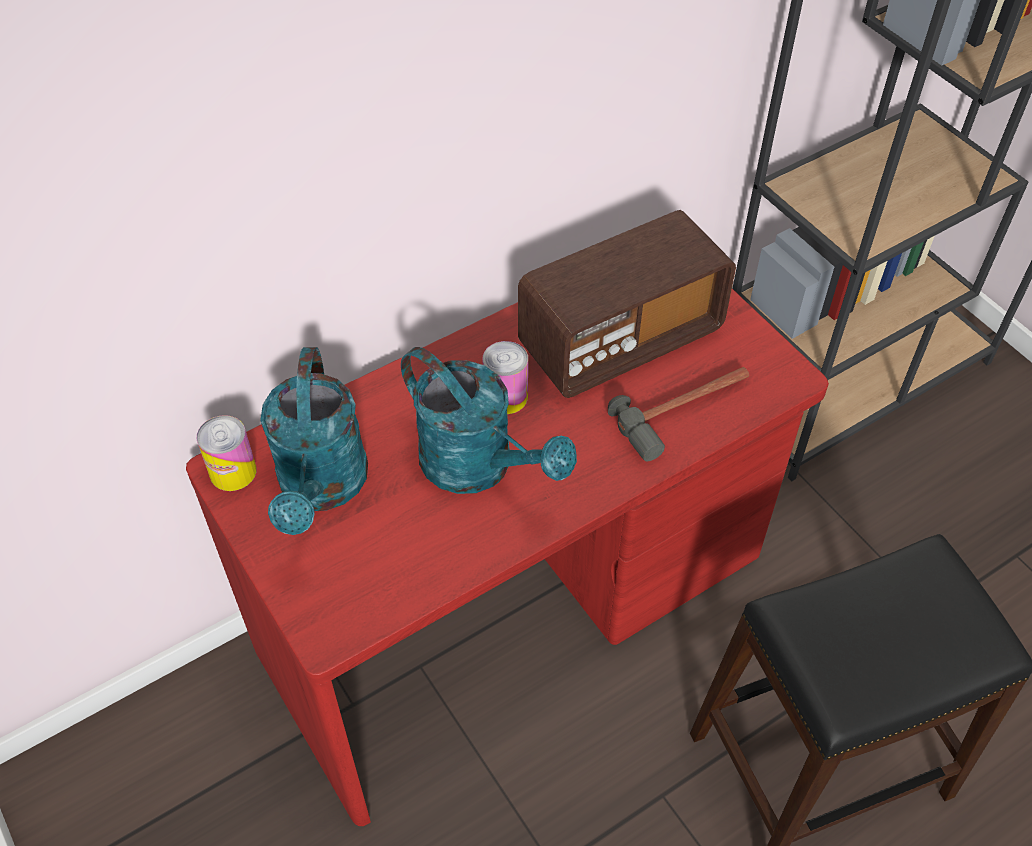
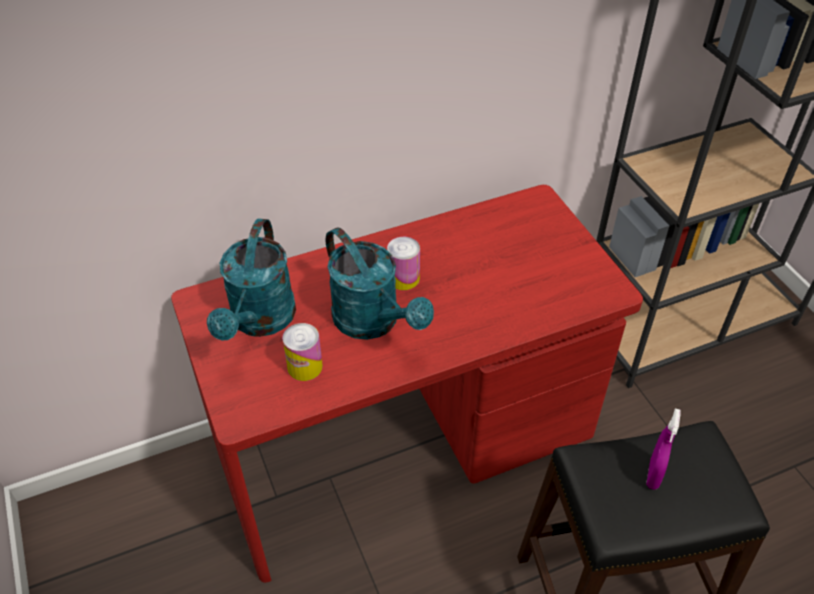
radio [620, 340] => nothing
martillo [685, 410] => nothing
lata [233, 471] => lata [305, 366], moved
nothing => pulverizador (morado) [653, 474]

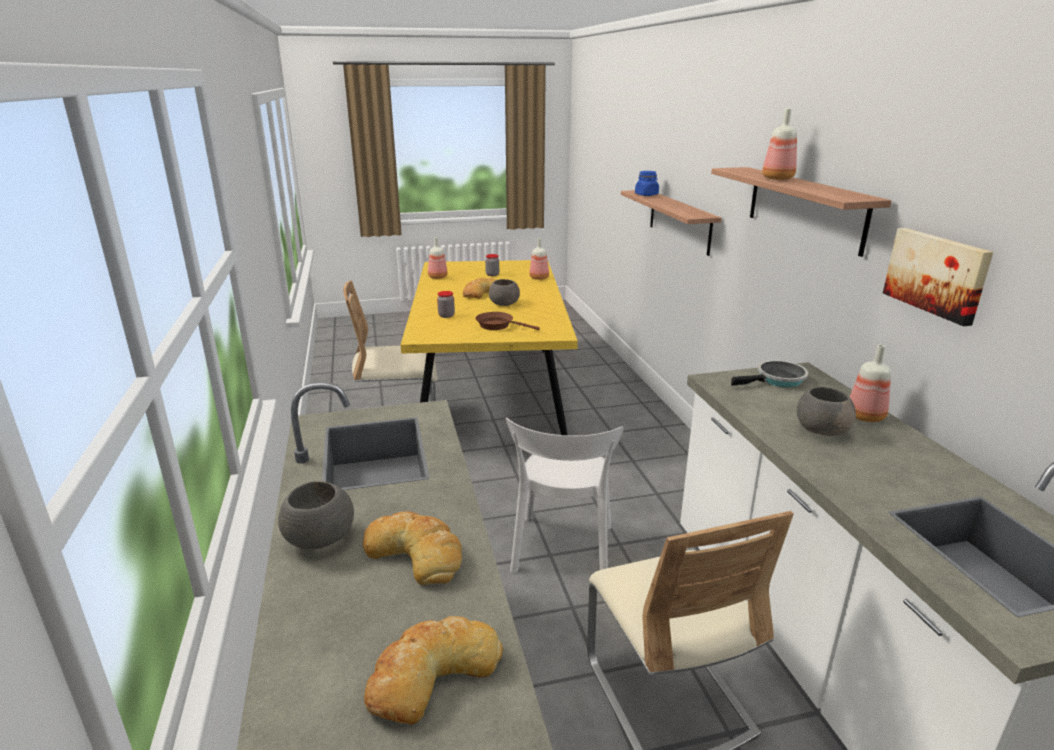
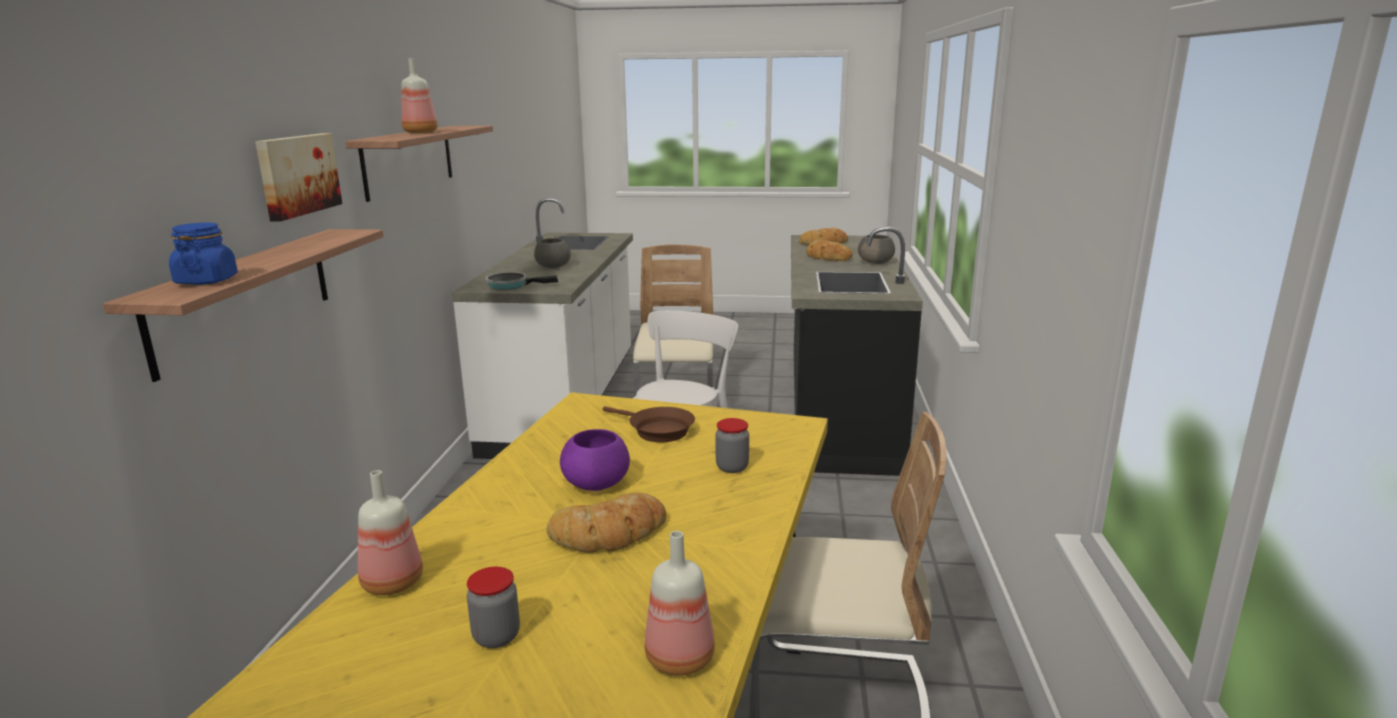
cuadro [937, 274] => cuadro [297, 175], moved
cuenco (gris) [503, 304] => cuenco (morado) [597, 483]
botella [866, 417] => nothing

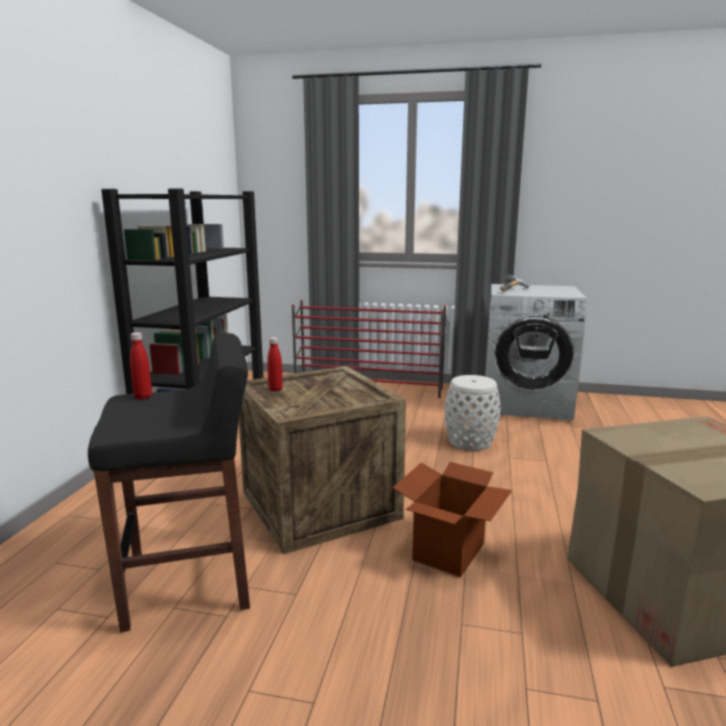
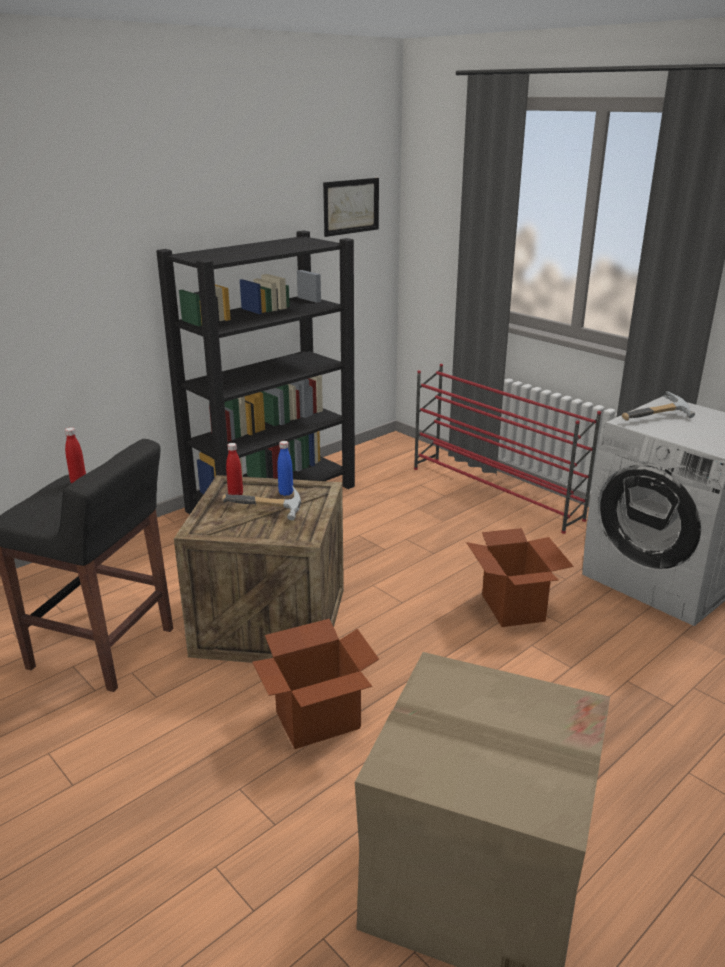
taburete (blanco) [470, 442] => caja de cartón [513, 608]
nothing => cuadro [351, 206]
nothing => botella (azul) [286, 493]
nothing => martillo [264, 511]

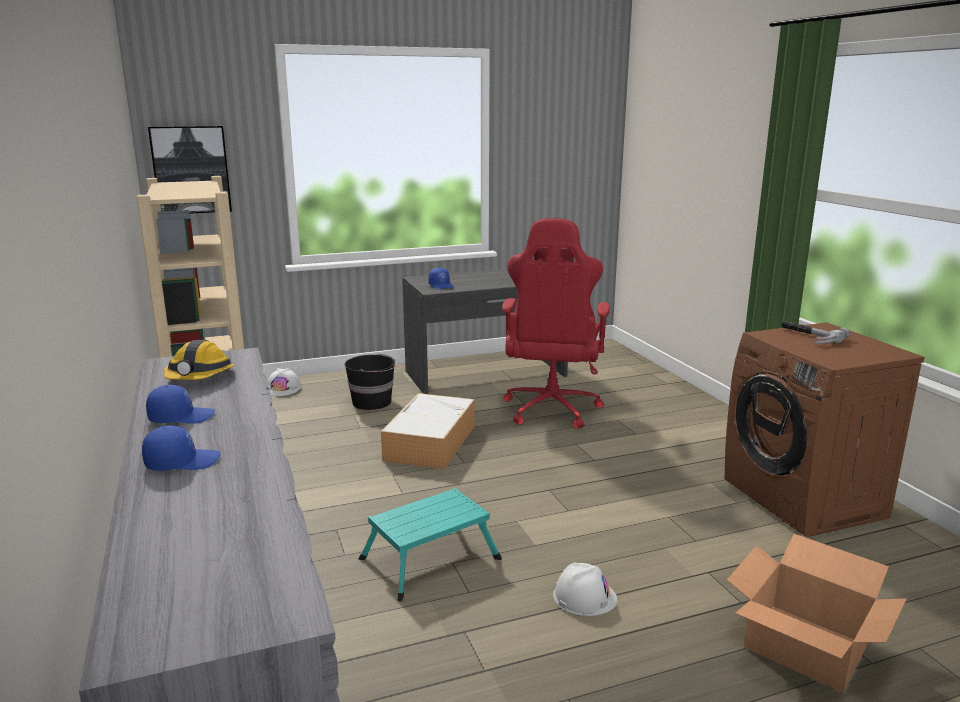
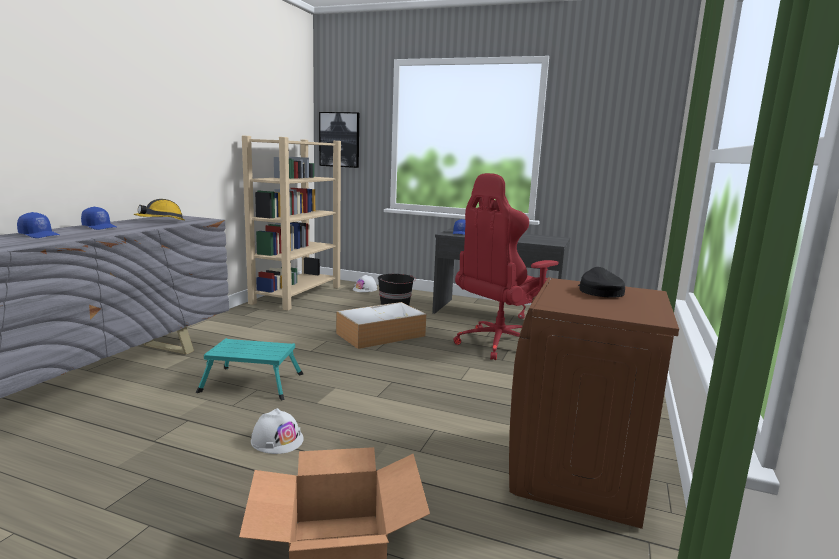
martillo [808, 337] => gorra (negro) [599, 291]

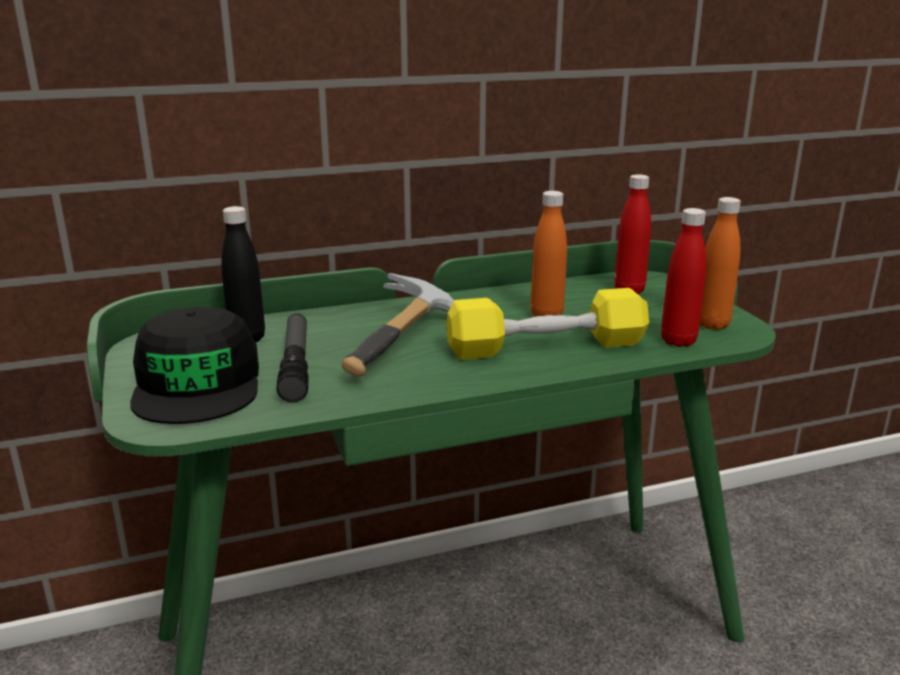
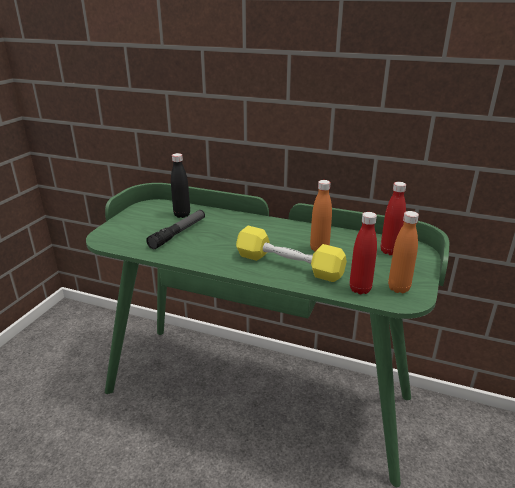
martillo [408, 344] => nothing
gorra (negro) [198, 385] => nothing

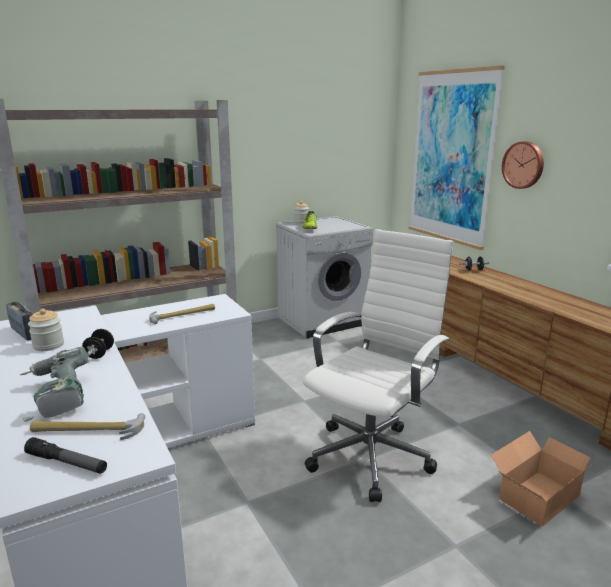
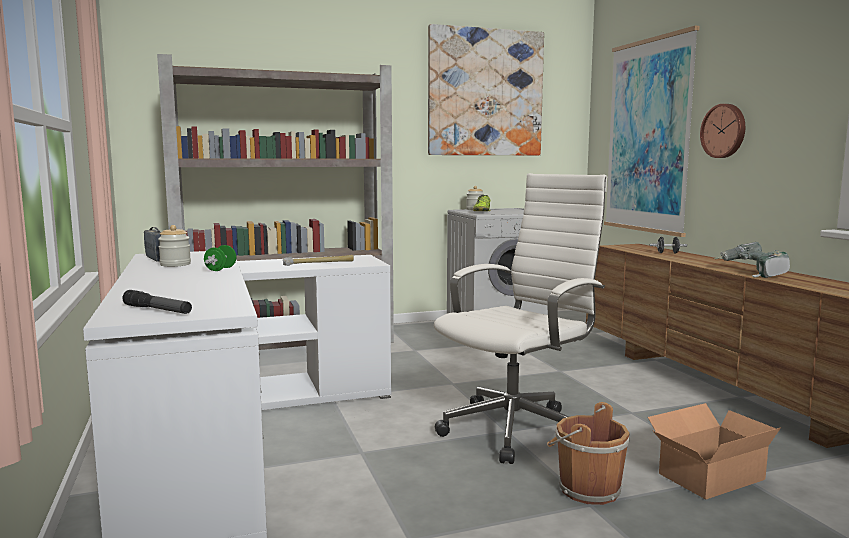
mancuerna (negro) [99, 354] => mancuerna (verde) [220, 269]
taladro [56, 397] => taladro [751, 273], moved
martillo [88, 430] => nothing
nothing => cuadro [485, 93]
nothing => cubo (marrón) [586, 489]

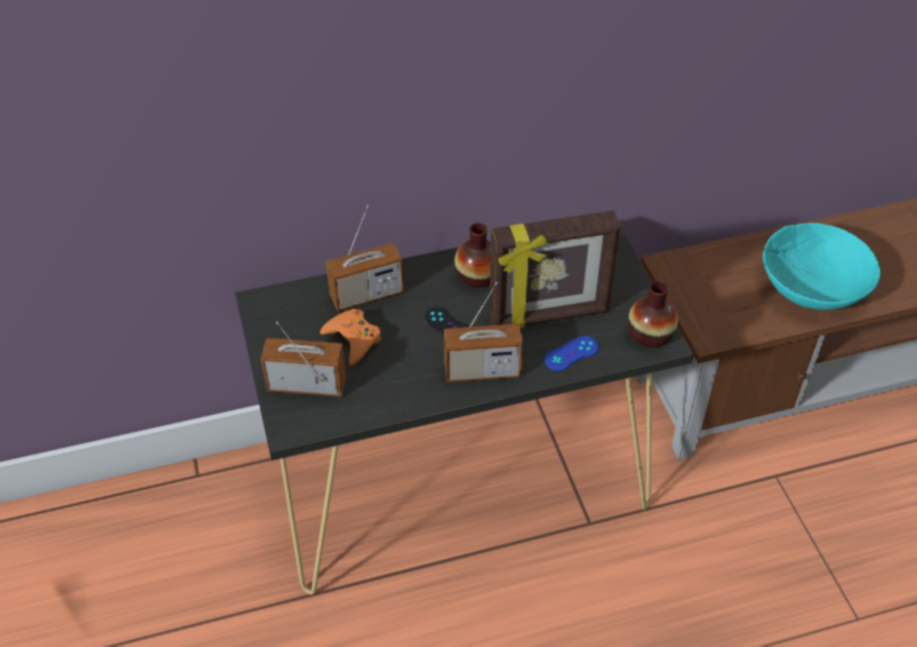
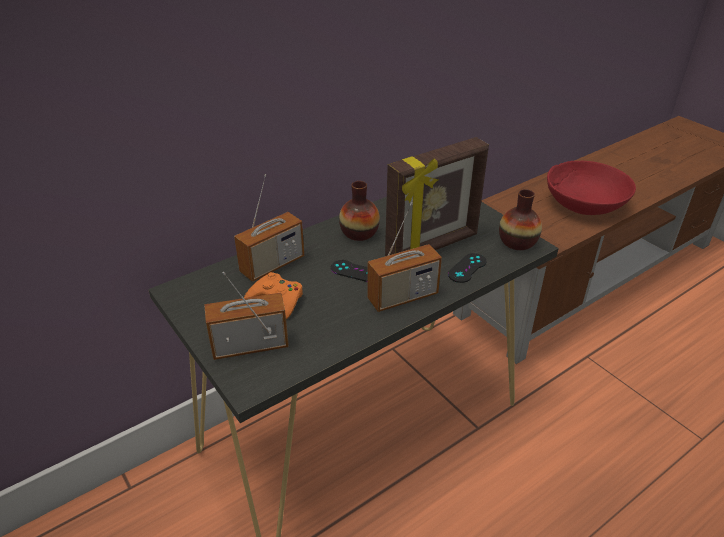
cuenco (turquesa) [812, 286] => cuenco (rojo) [584, 204]
mando de consola (azul) [571, 354] => mando de consola (negro) [467, 268]

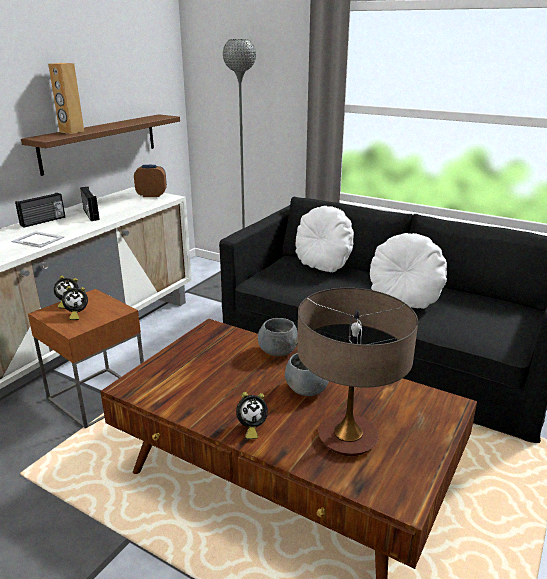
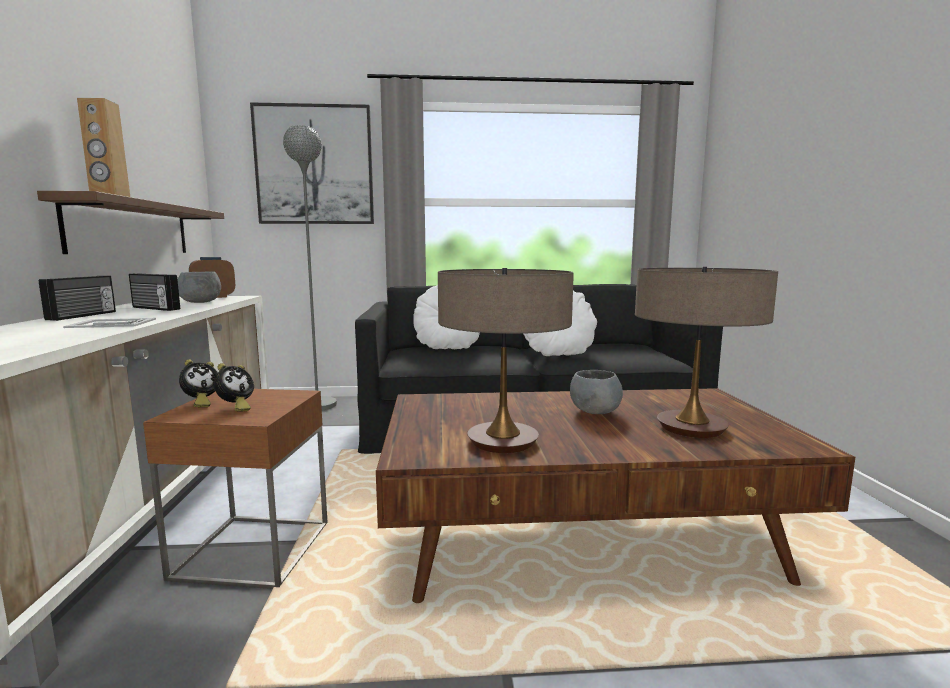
cuenco (gris) [278, 352] => cuenco (gris) [201, 302], moved
despertador [251, 428] => nothing
nothing => cuadro [314, 165]
nothing => lámpara de mesa [503, 441]

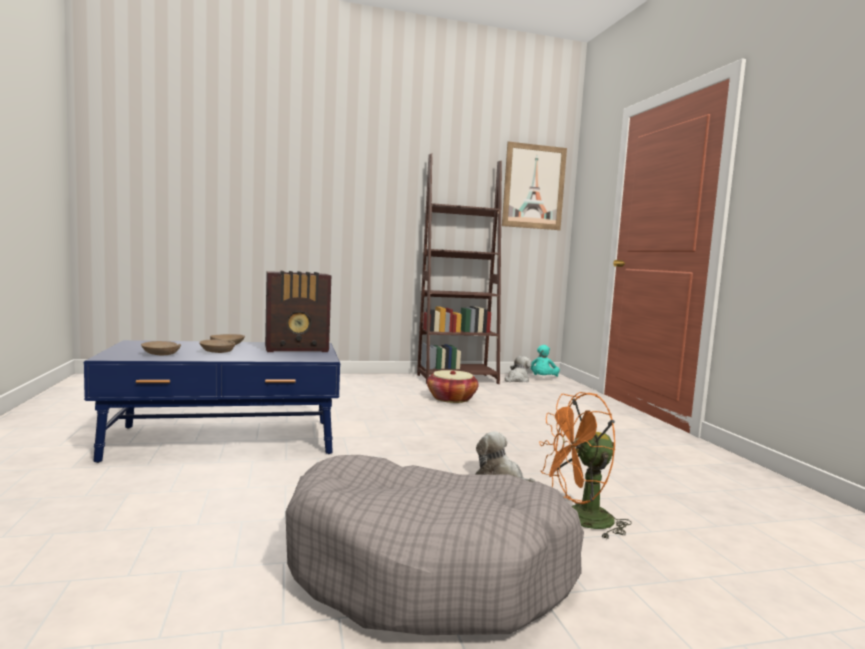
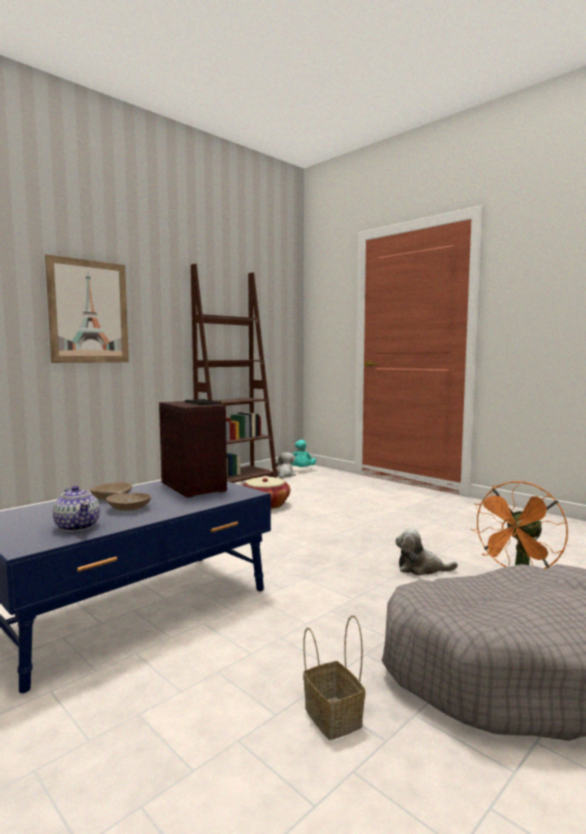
cuadro [534, 187] => cuadro [89, 312], moved
radio [298, 349] => radio [194, 487], 75 degrees counterclockwise
cuenco (beis) [162, 354] => tetera [77, 526]
nothing => cesta [331, 716]

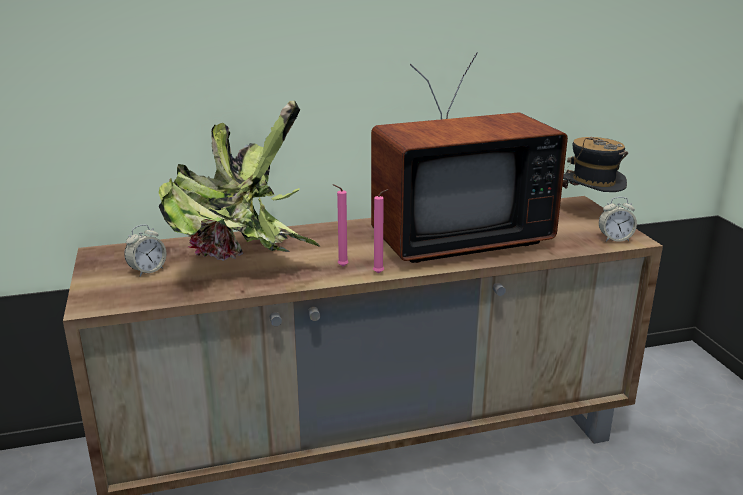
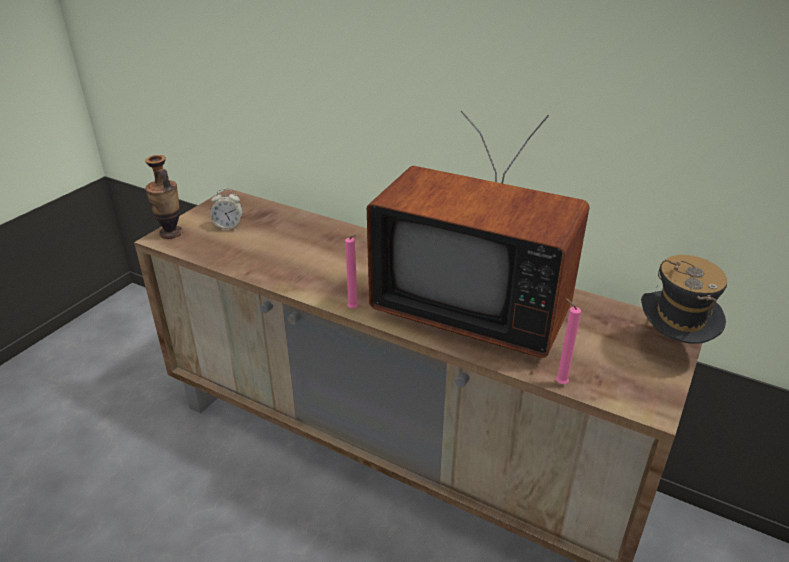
planta en maceta [242, 264] => nothing
vela (rosa) [341, 266] => vela (rosa) [559, 383], moved
despertador [615, 239] => nothing
nothing => florero [171, 233]

